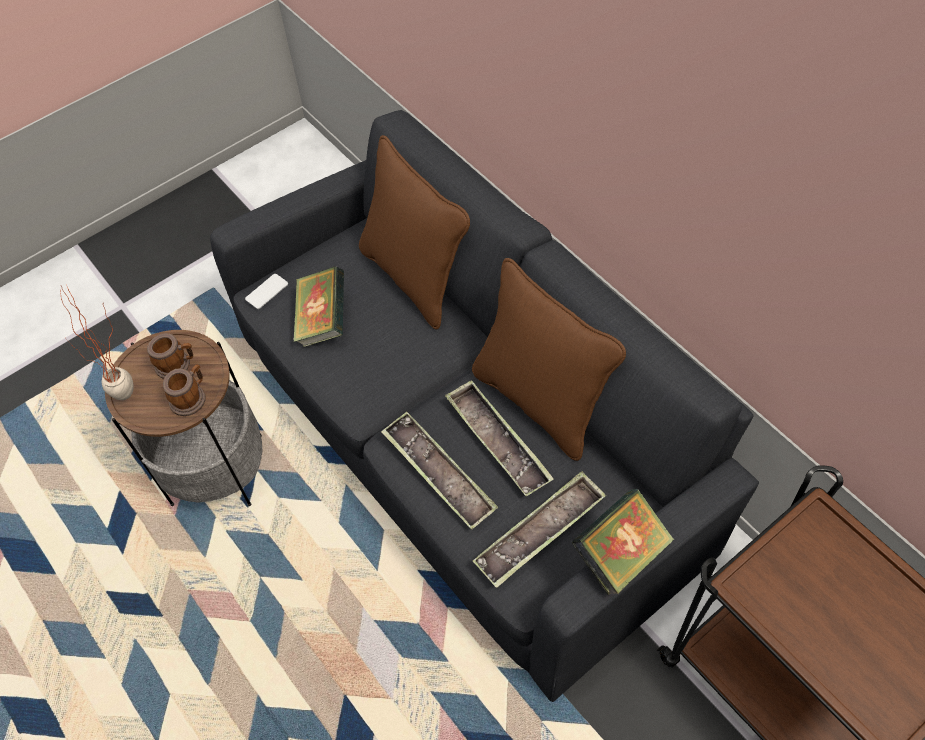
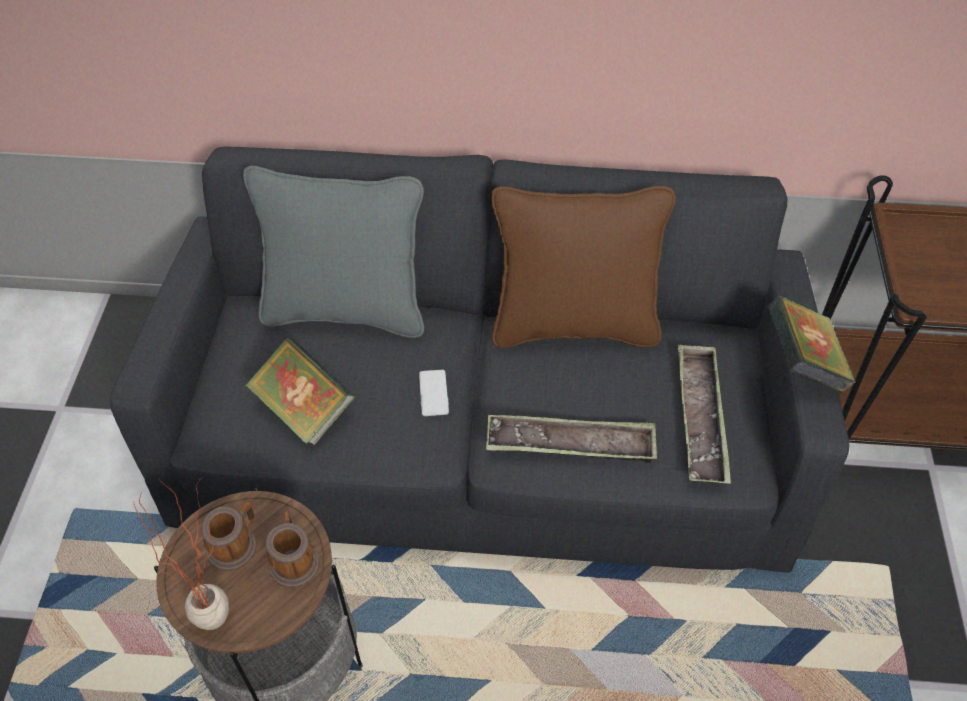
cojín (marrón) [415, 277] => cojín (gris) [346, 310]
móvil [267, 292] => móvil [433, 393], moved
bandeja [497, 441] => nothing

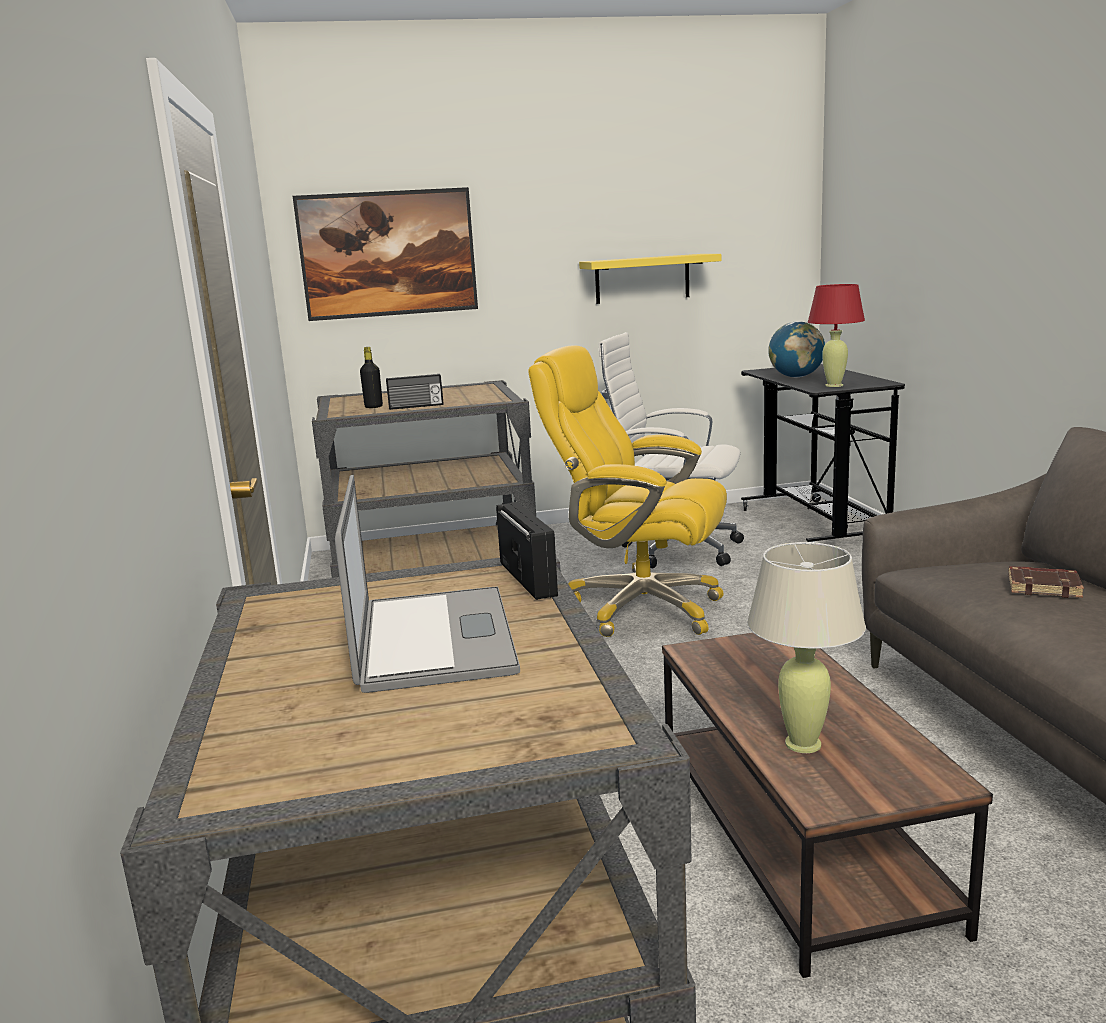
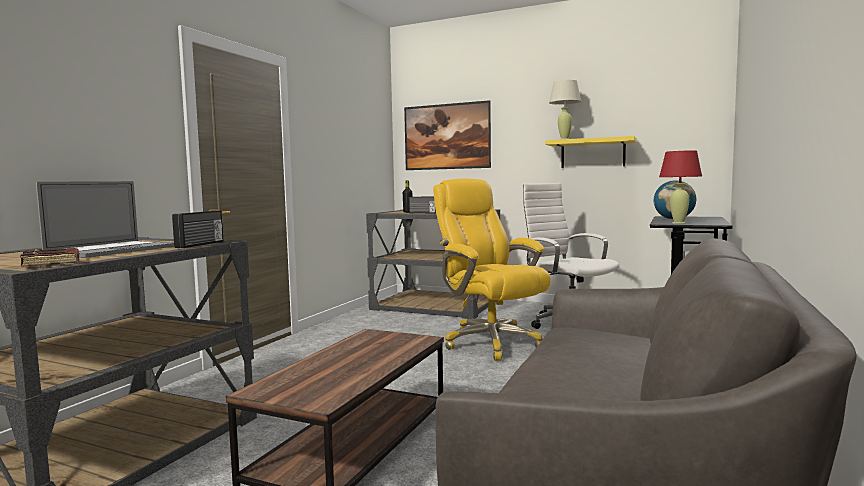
lámpara de mesa (beis) [803, 744] => lámpara de mesa (beis) [564, 139], moved
libro (marrón) [1044, 587] => libro (marrón) [53, 262], moved

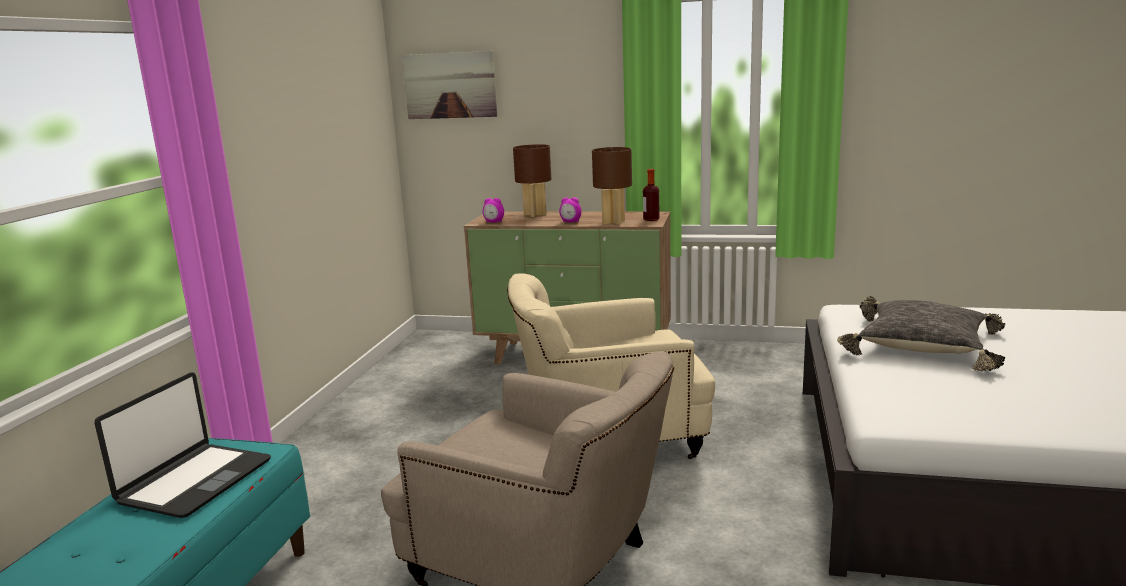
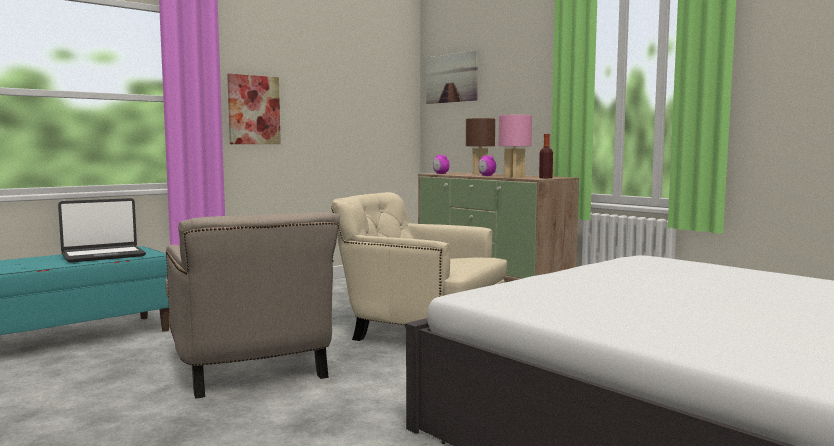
lámpara de mesa (marrón) [613, 222] => lámpara de mesa (rosa) [514, 177]
cojín [922, 343] => nothing
nothing => cuadro [253, 110]

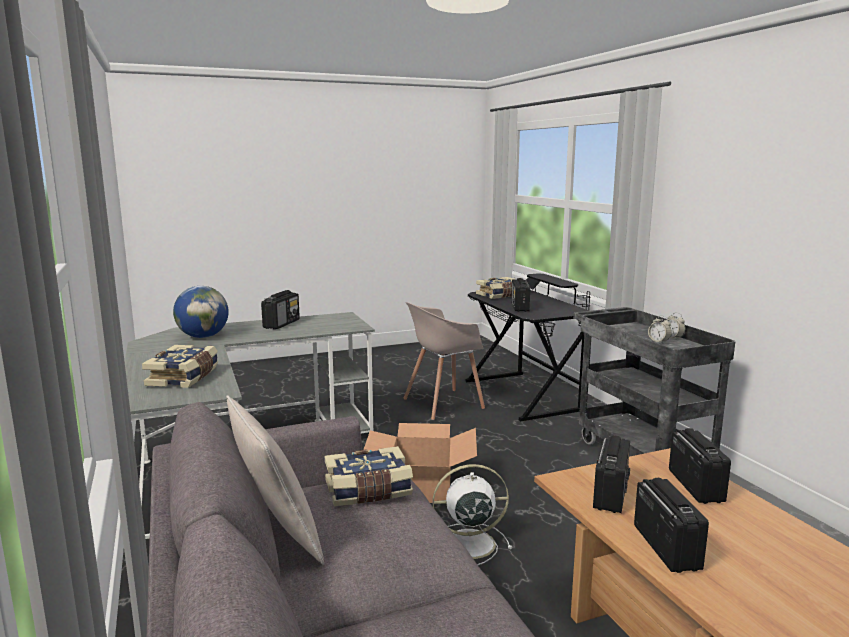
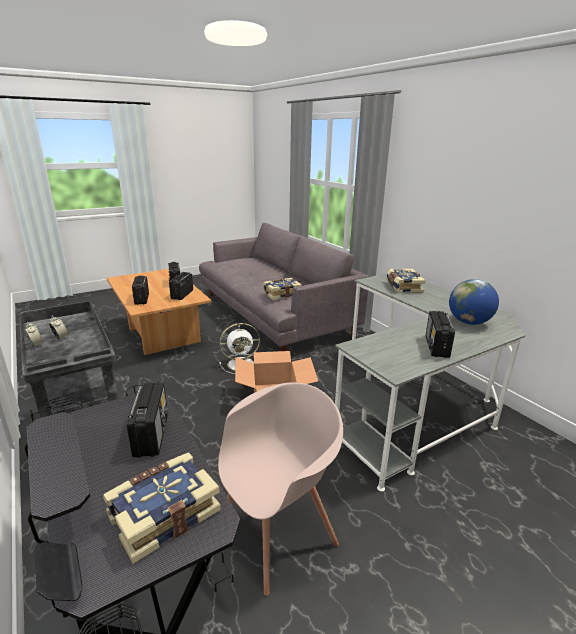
cojín (beis) [277, 538] => nothing

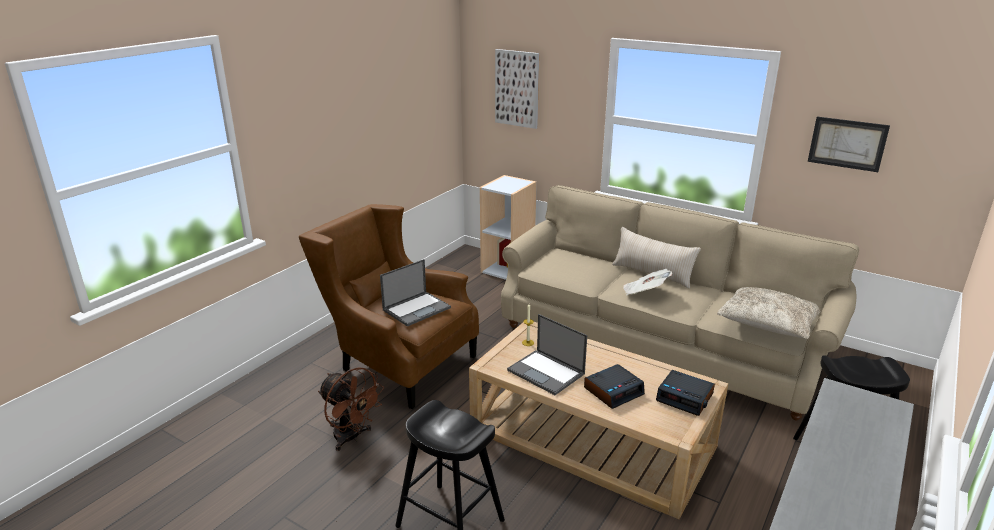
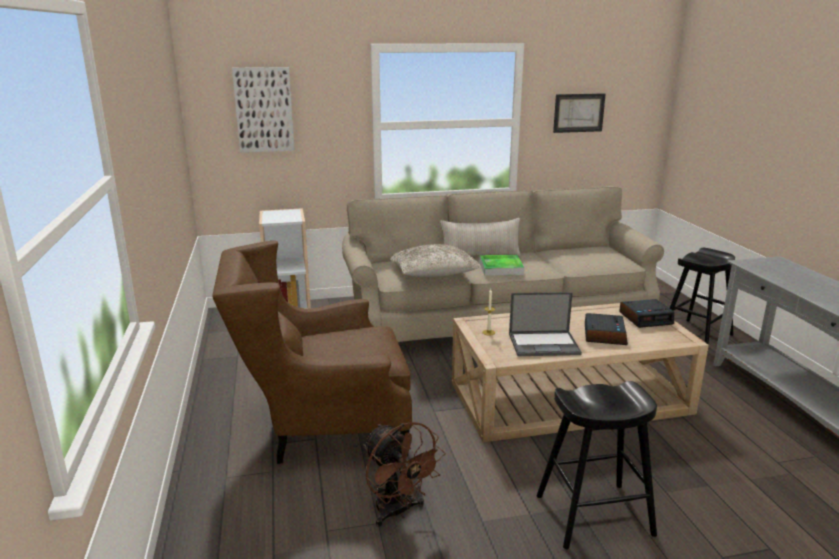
portátil [417, 308] => nothing
periódico [644, 293] => bandeja [501, 268]
cojín (beis) [767, 324] => cojín (beis) [433, 274], moved
ventilador (marrón) [352, 438] => ventilador (marrón) [398, 512], 60 degrees clockwise

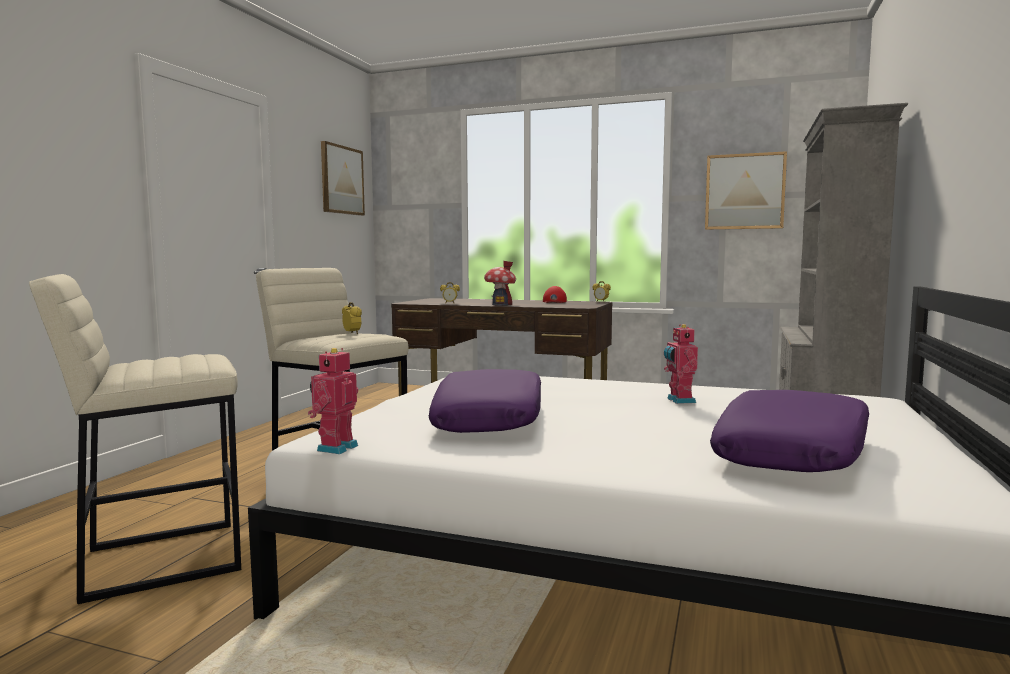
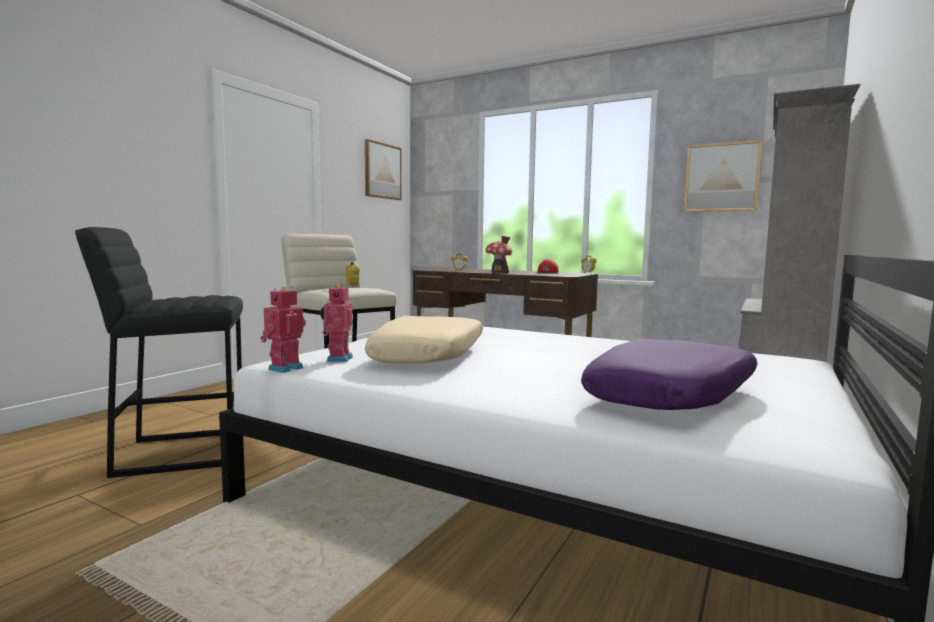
taburete (beis) [158, 560] => taburete (negro) [178, 453]
robot de juguete [679, 400] => robot de juguete [337, 359], moved
cojín (morado) [491, 419] => cojín (beis) [430, 356]

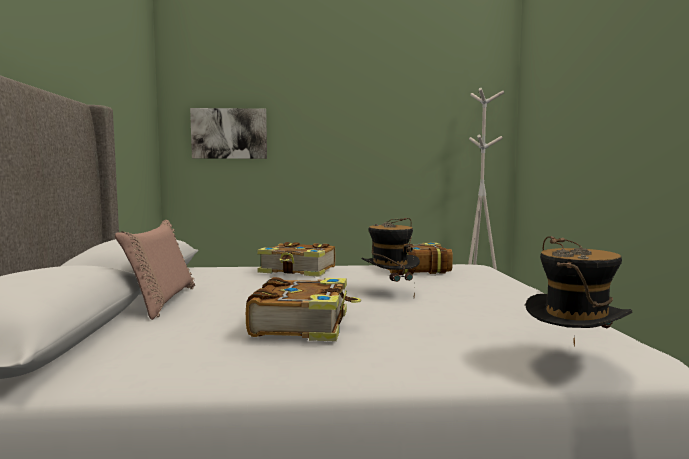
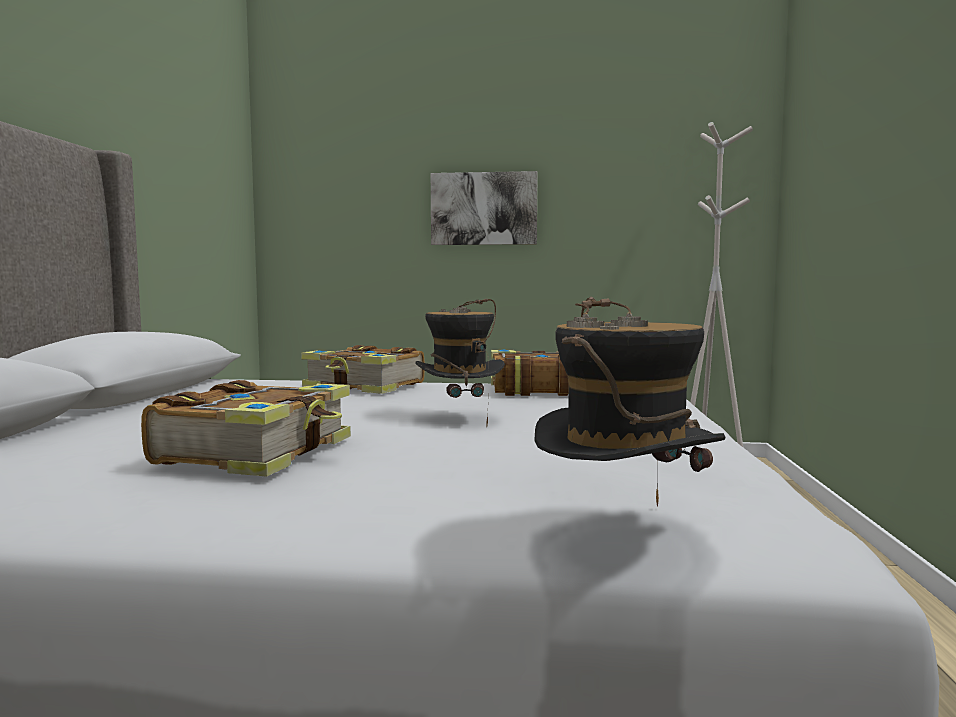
cuadro [229, 133] => cuadro [484, 209], moved
cojín (beis) [162, 302] => nothing

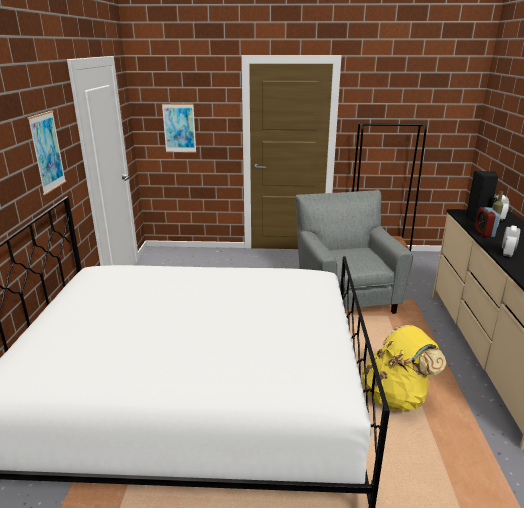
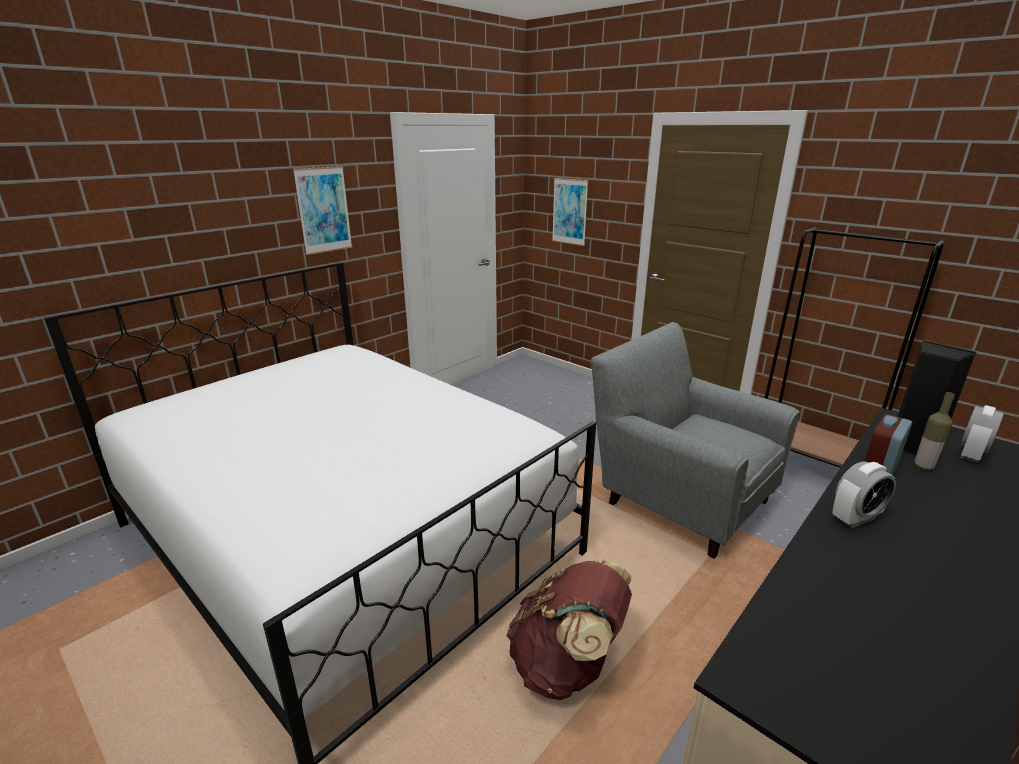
sillón (gris) [346, 297] => sillón (gris) [681, 500], 75 degrees counterclockwise
mochila (amarillo) [395, 395] => mochila (marrón) [566, 665]

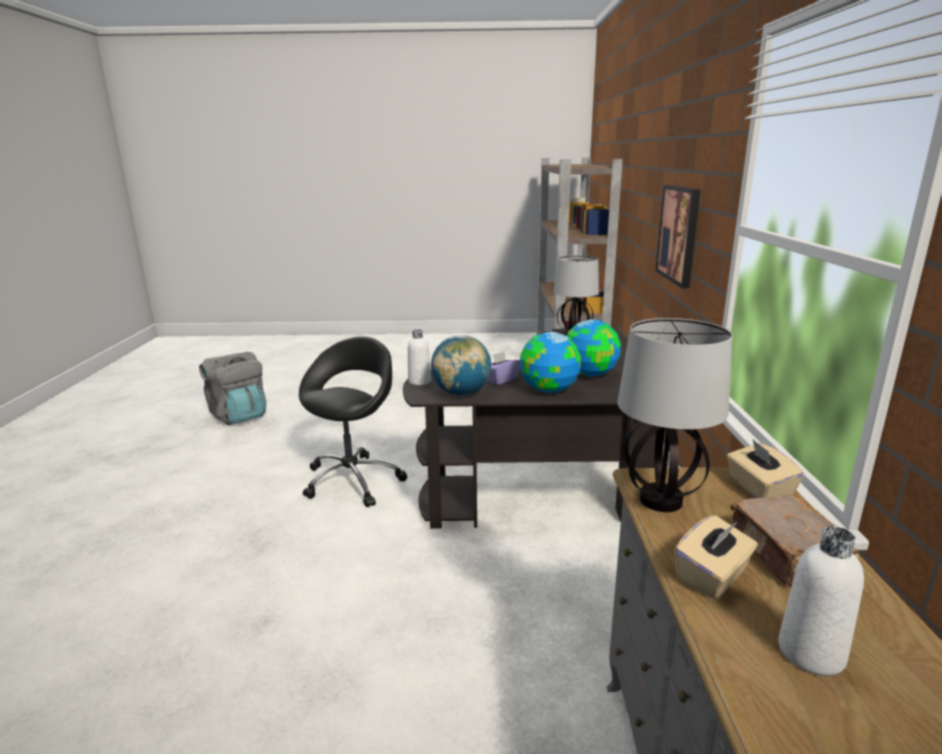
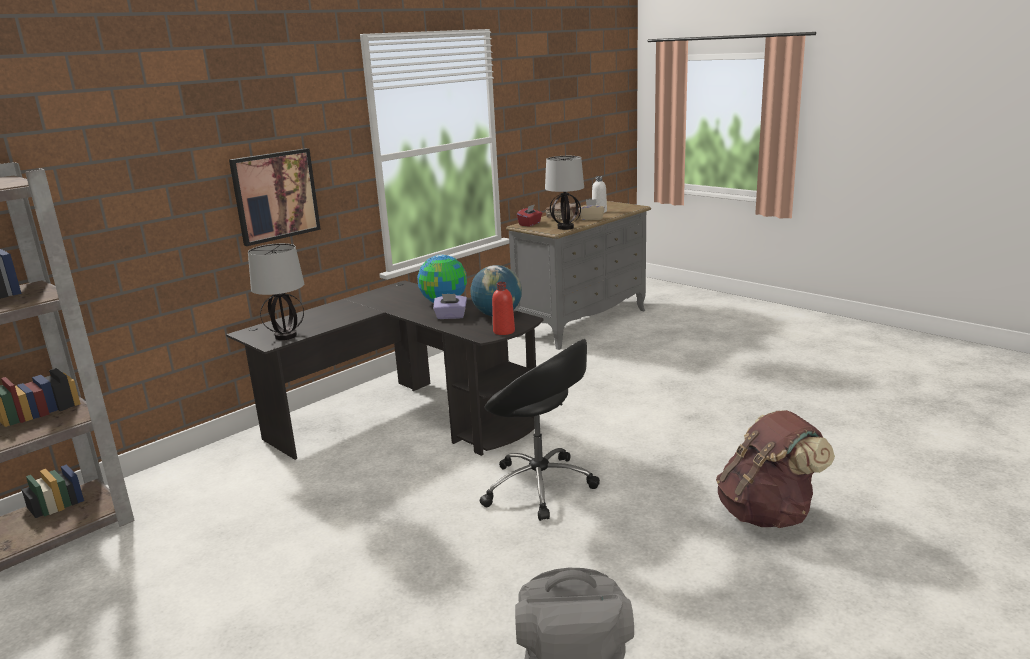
globo terráqueo [590, 374] => nothing
botella (blanco) [419, 381] => botella (rojo) [504, 331]
silla de oficina (negro) [354, 479] => silla de oficina (negro) [541, 487], 135 degrees counterclockwise
caja de pañuelos (beis) [758, 489] => caja de pañuelos (rojo) [530, 224]
nothing => mochila (marrón) [767, 514]

